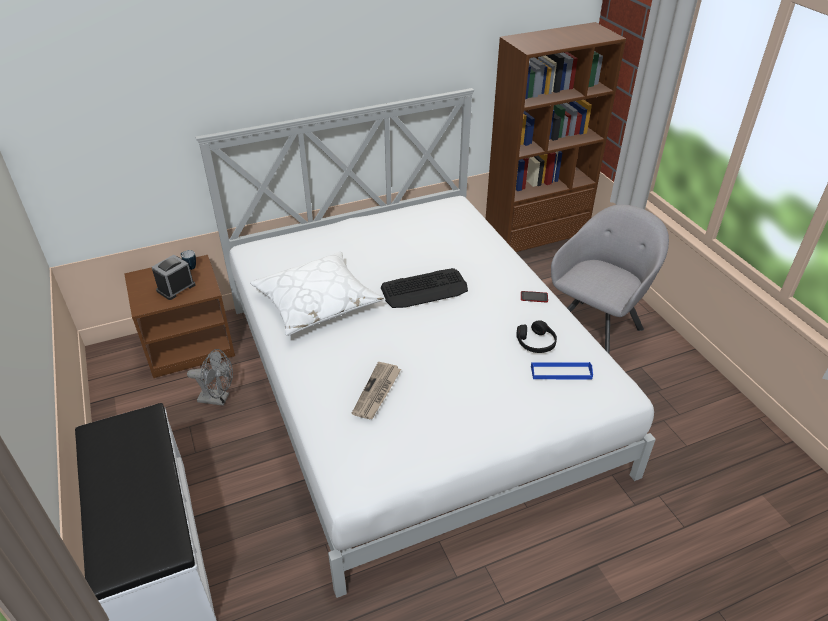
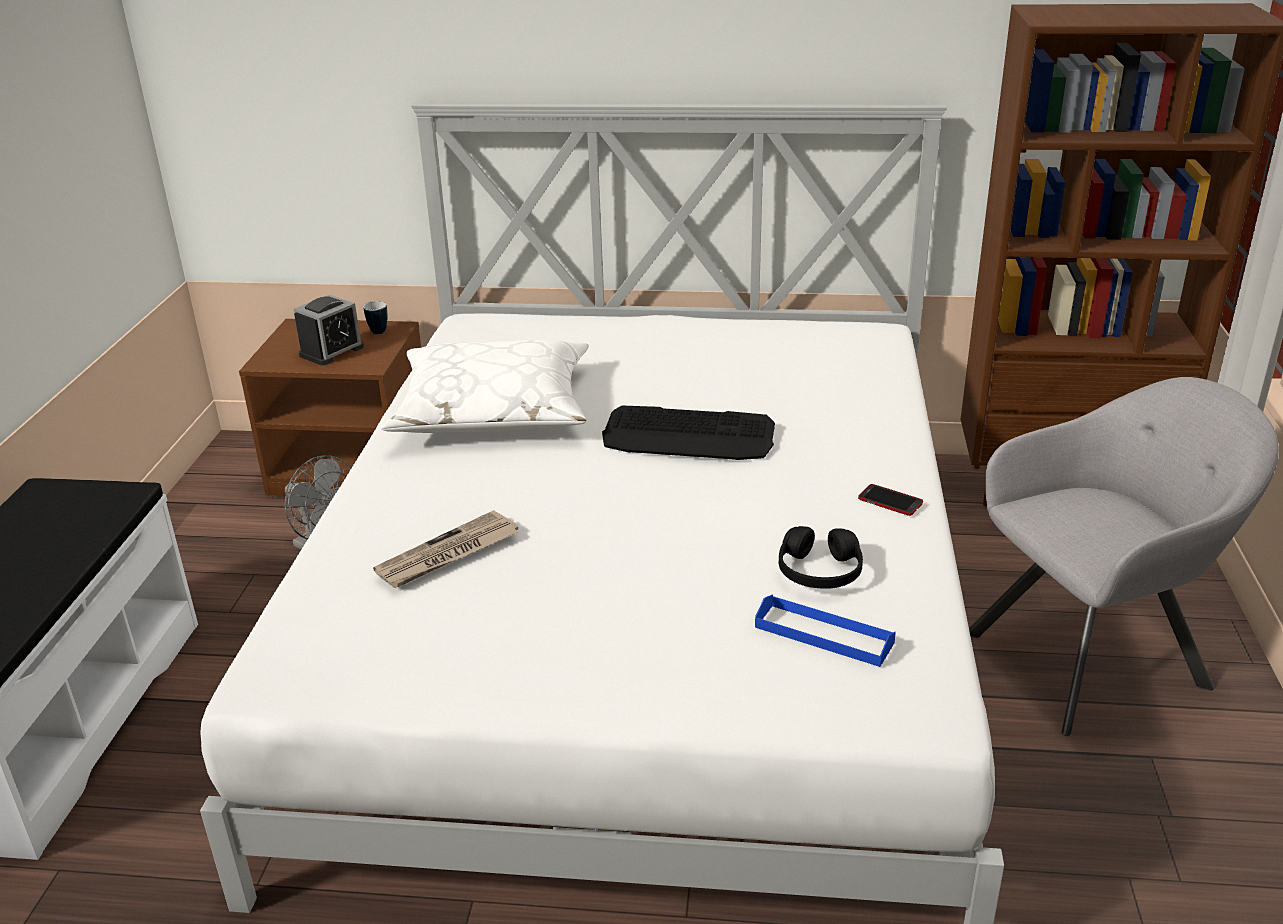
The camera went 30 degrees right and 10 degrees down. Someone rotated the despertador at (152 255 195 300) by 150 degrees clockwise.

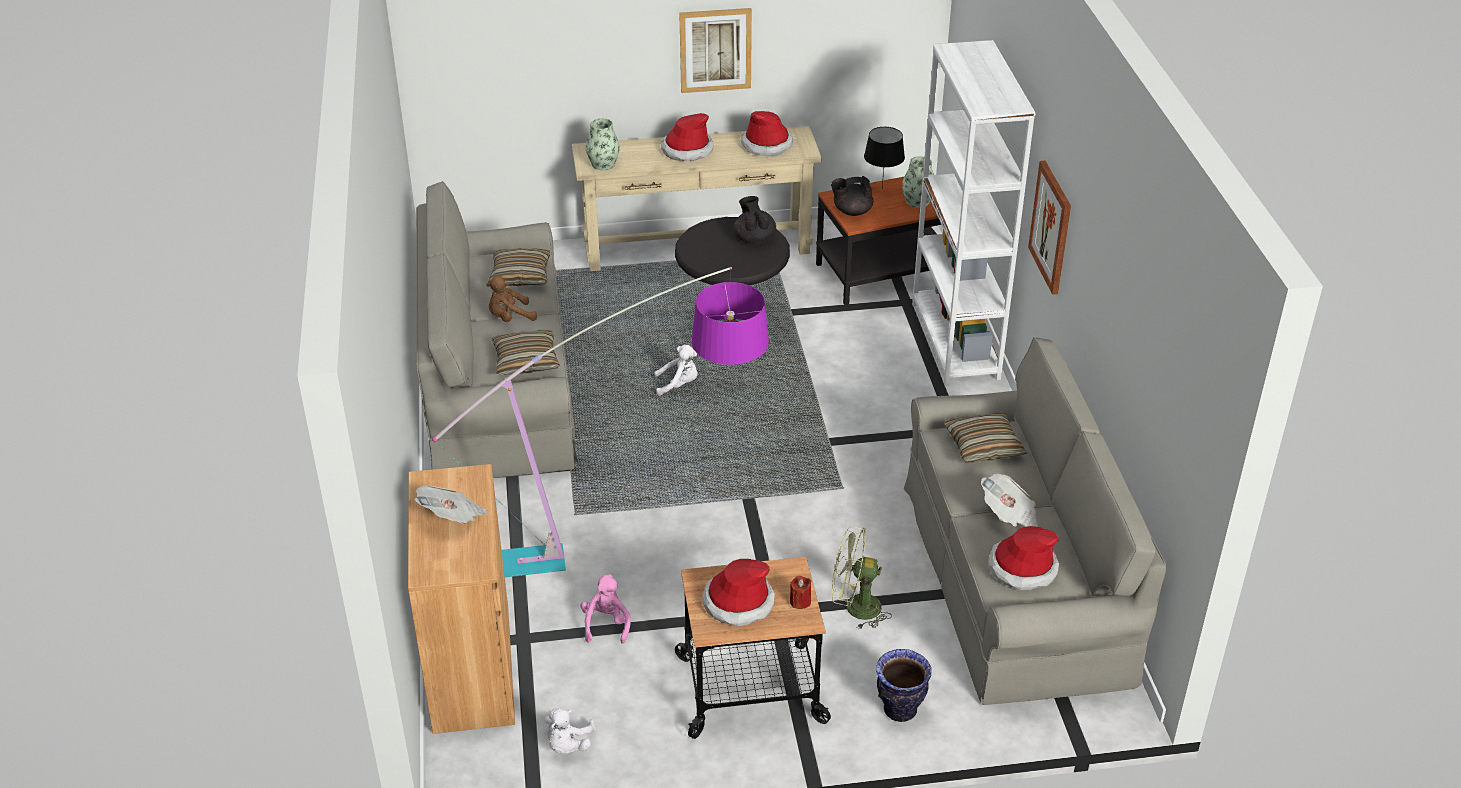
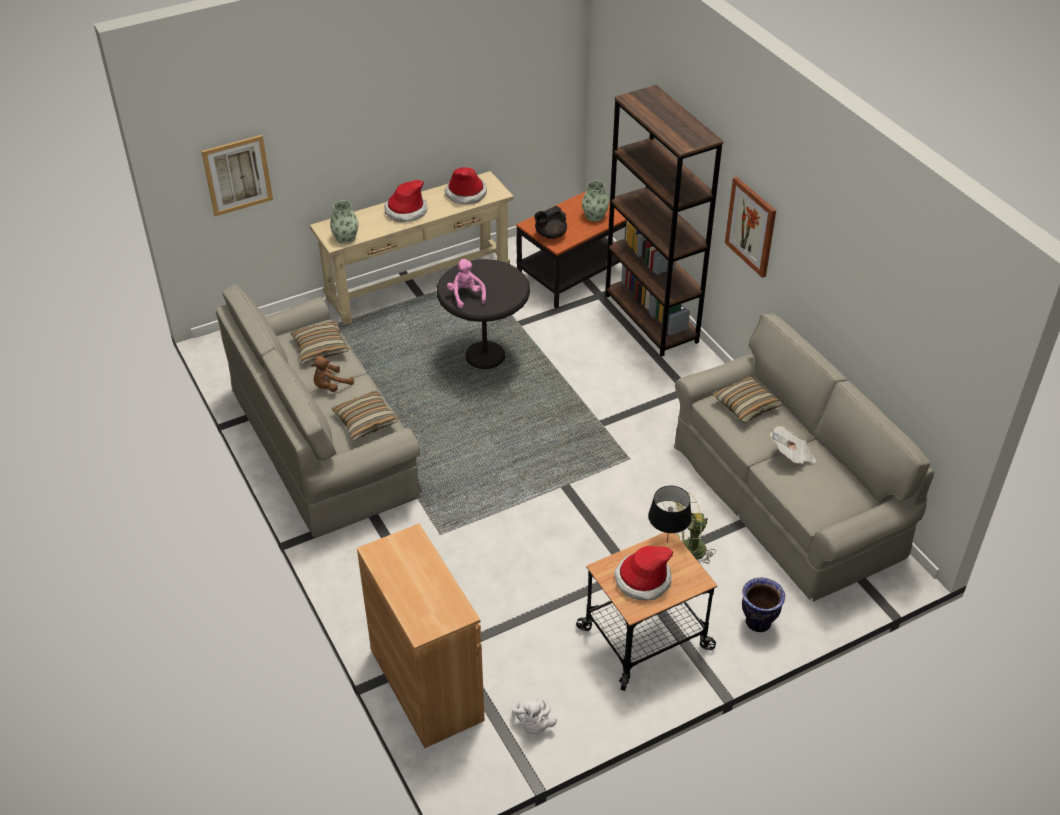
The camera went 20 degrees left and 5 degrees up. Someone took away the periódico at (414 485 488 524). Someone took away the lámpara de pie at (432 267 769 577). Someone took away the peluche/blanco at (654 345 698 396). Someone took away the tetera/negro at (734 196 776 244). Someone took away the vela/rojo at (790 576 812 609). Someone took away the sombrero at (988 526 1059 590). Someone carried the peluche/rosa from (580 574 631 644) to (447 259 486 308). Someone carried the cuadro from (679 8 752 93) to (201 135 273 216). Someone carried the lámpara de mesa/negro from (864 127 905 189) to (648 486 692 542). Someone repainted the estantería/blanco at (912 40 1035 385), which became the estantería/marrón at (605 85 723 357).

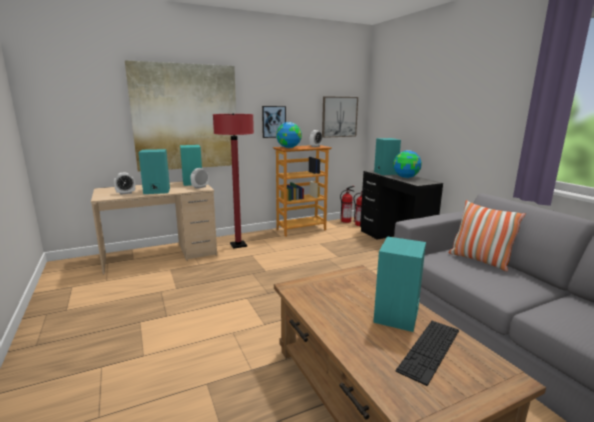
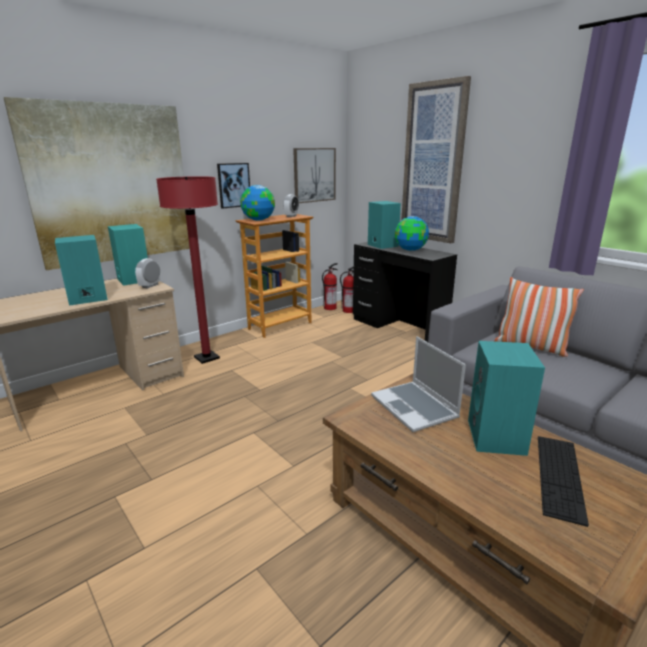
The camera went 15 degrees left and 5 degrees up. Someone took away the despertador at (114 172 135 195). Someone put down the portátil at (371 336 466 432). Someone put up the cuadro at (401 76 471 243).

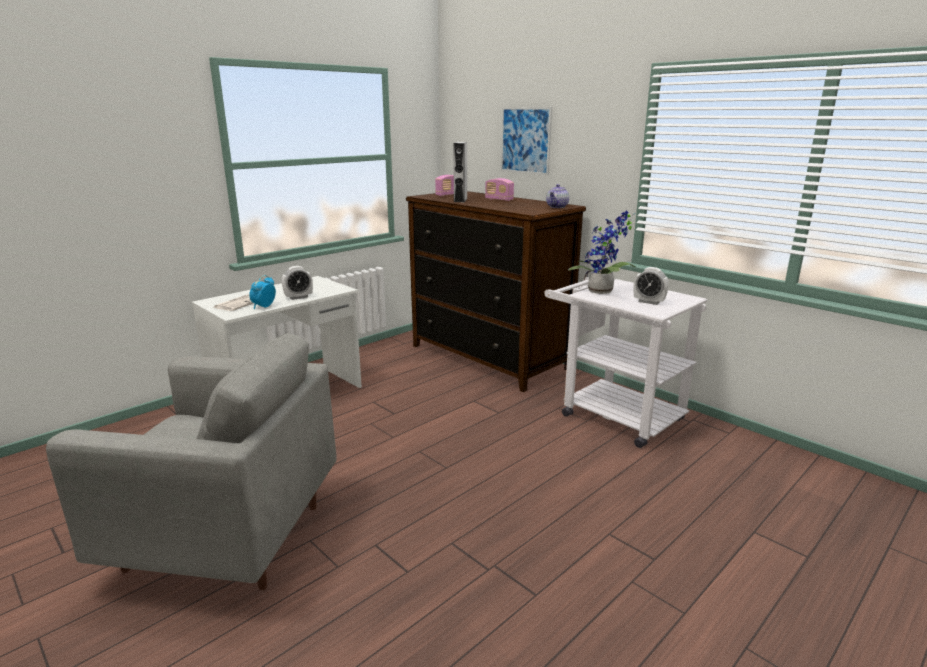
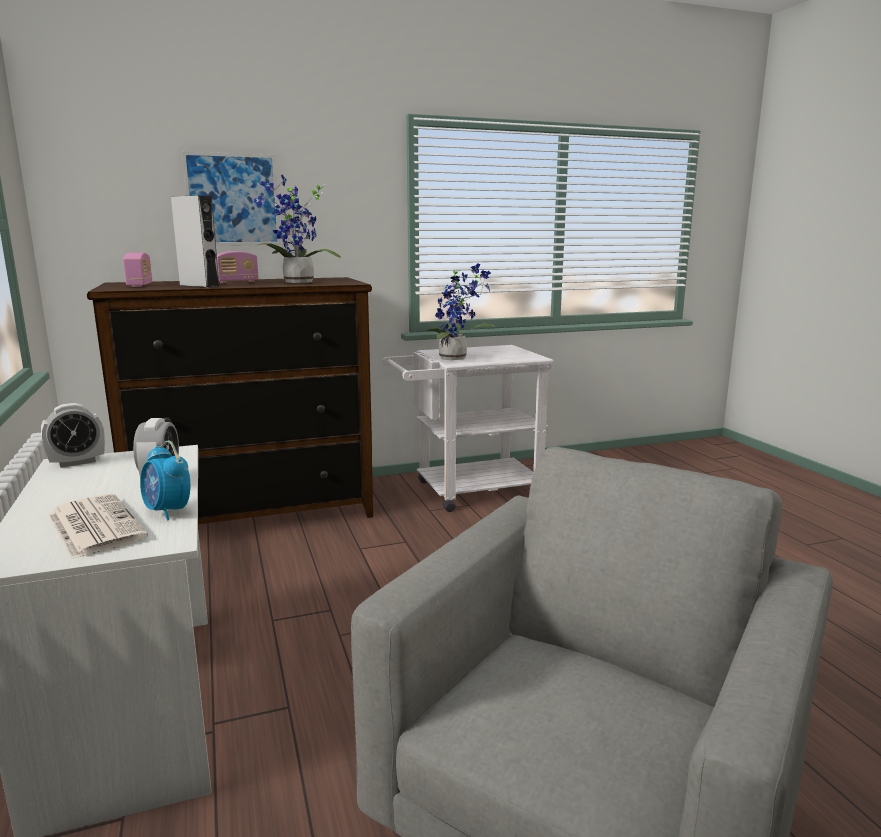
The camera went 65 degrees left and 5 degrees down. Someone took away the tetera at (546 184 569 208). Someone put down the planta en maceta at (254 174 341 283). Someone carried the despertador from (634 267 669 305) to (41 403 105 468).

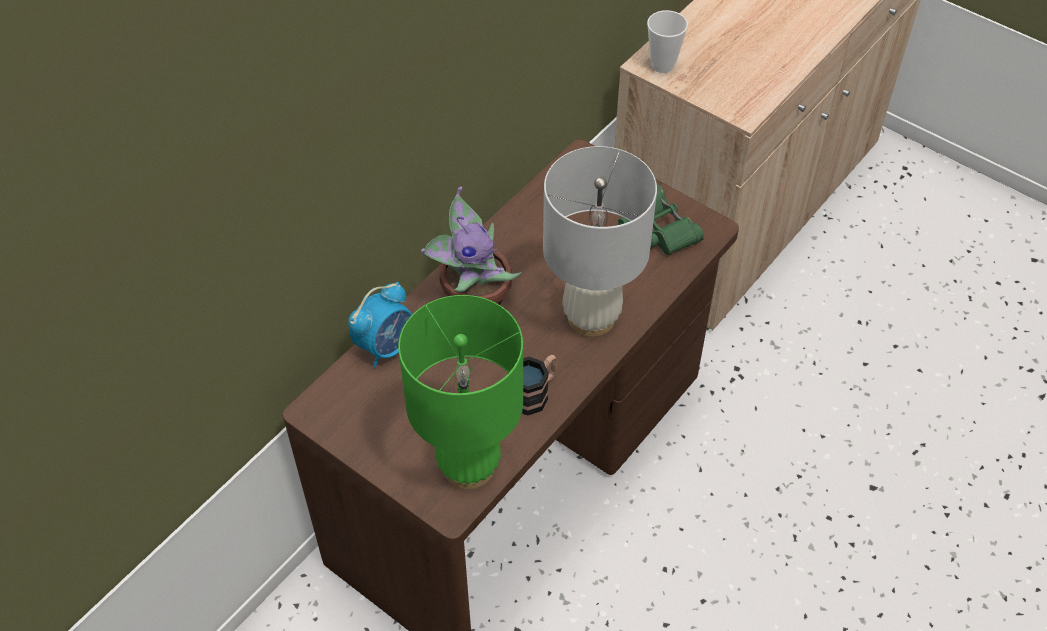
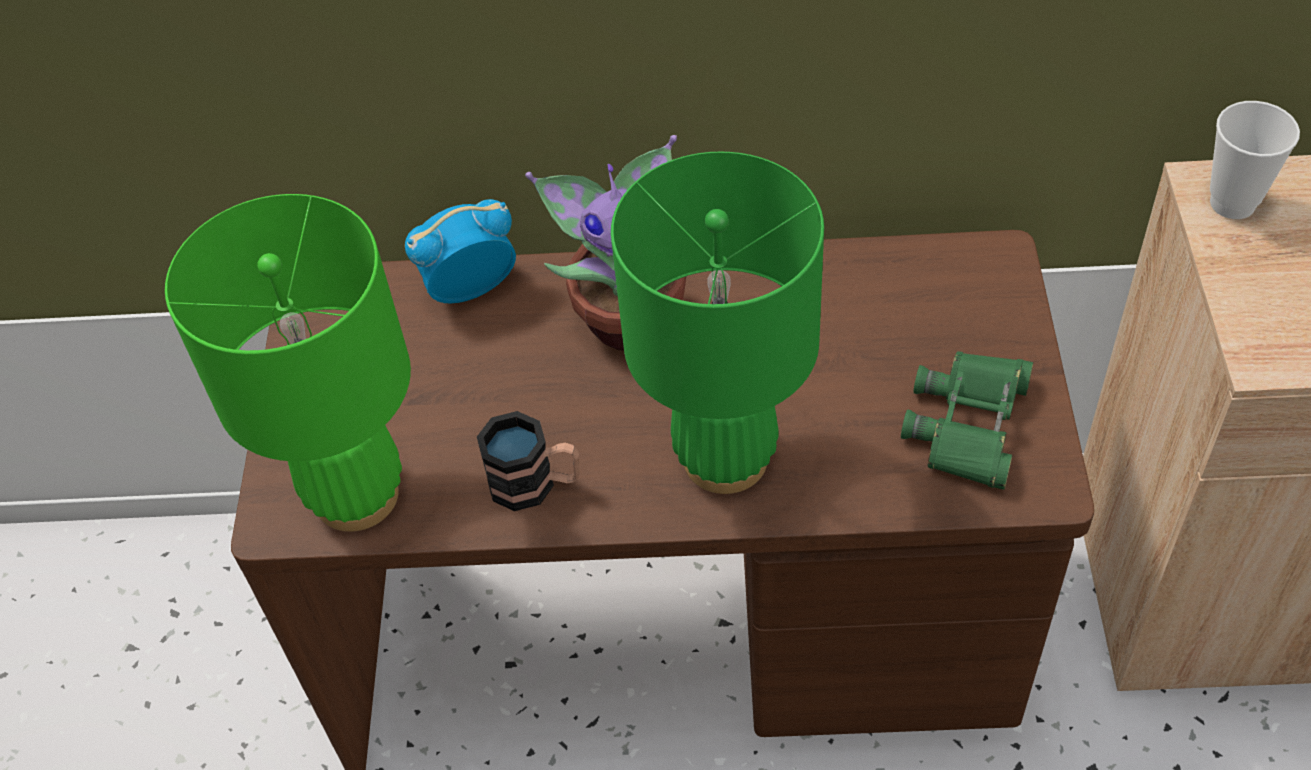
The camera went 55 degrees right and 0 degrees up. Someone repainted the lámpara de mesa/blanco at (543 146 657 337), which became the lámpara de mesa/verde at (611 152 824 494). Someone rotated the despertador at (348 282 412 368) by 150 degrees clockwise.

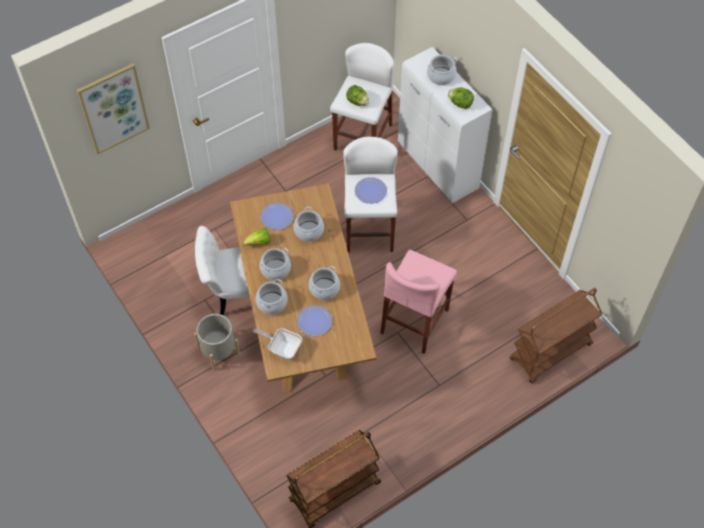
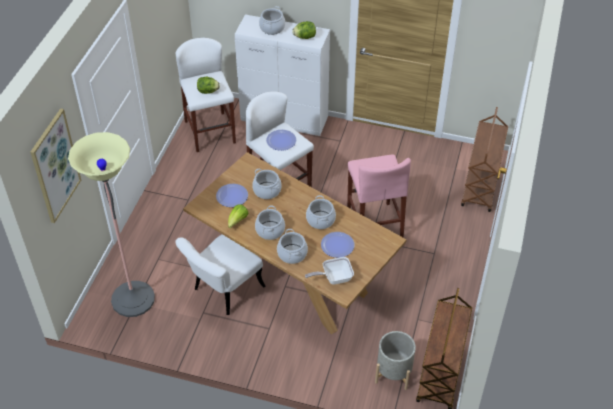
The camera went 40 degrees left and 10 degrees down. Someone put down the lámpara de pie at (68 132 155 317). Someone carried the maceta/gris from (194 314 240 371) to (375 331 416 390).

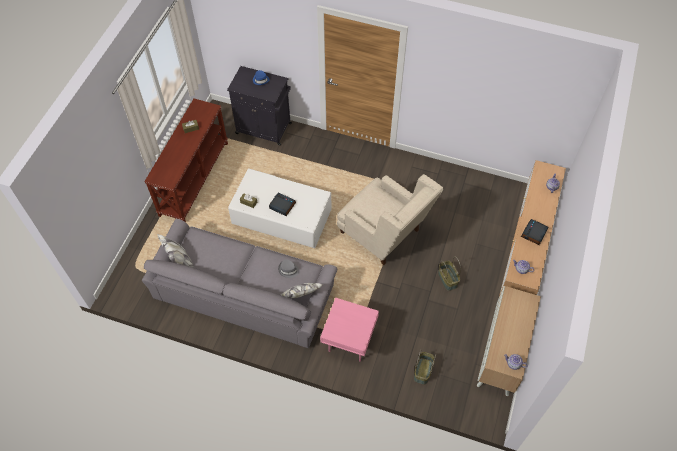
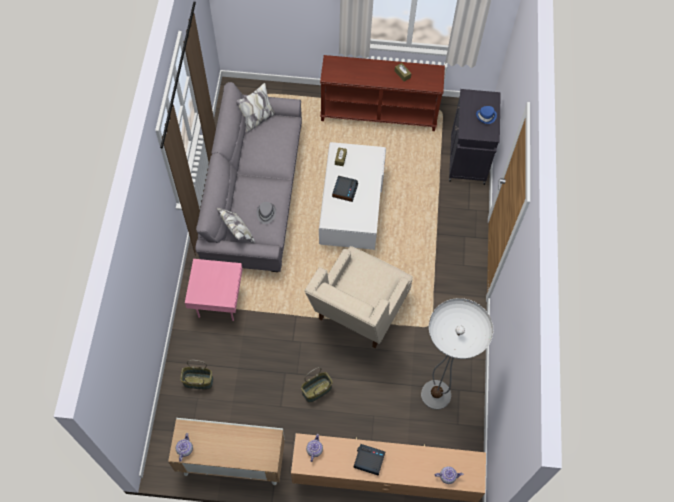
The camera went 75 degrees right and 5 degrees up. Someone put down the lámpara de pie at (421 298 493 410).

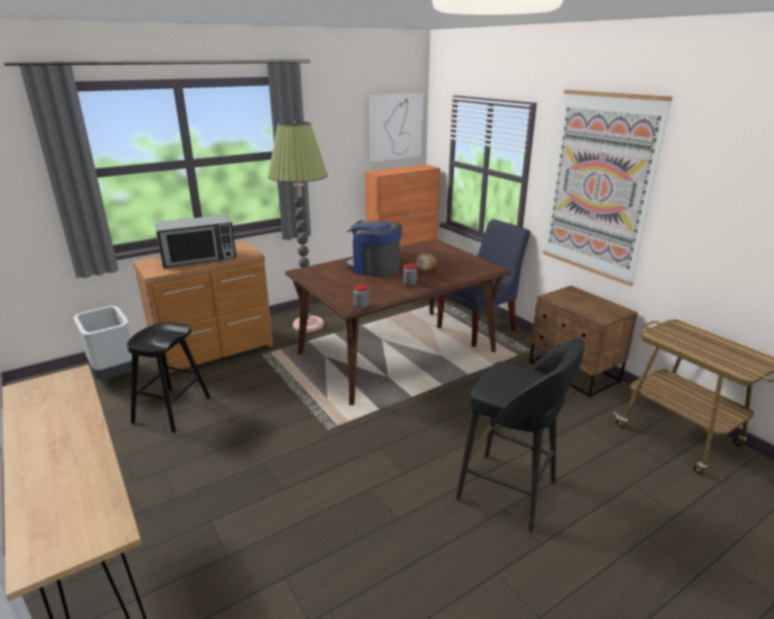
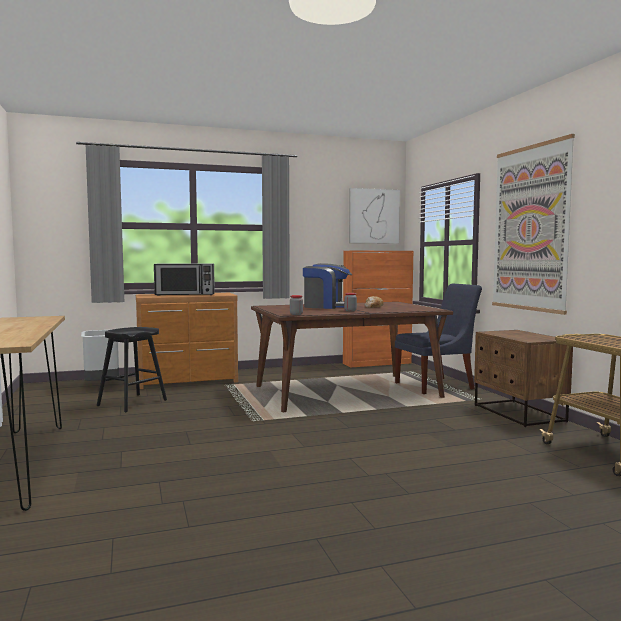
The camera went 15 degrees right and 20 degrees down. Someone took away the lámpara de pie at (268 121 328 332). Someone took away the taburete/negro at (456 338 584 532). Someone rotated the cafetera at (345 220 402 277) by 150 degrees clockwise.

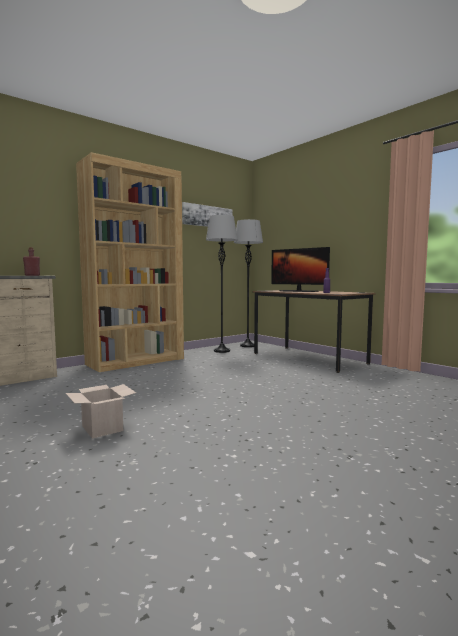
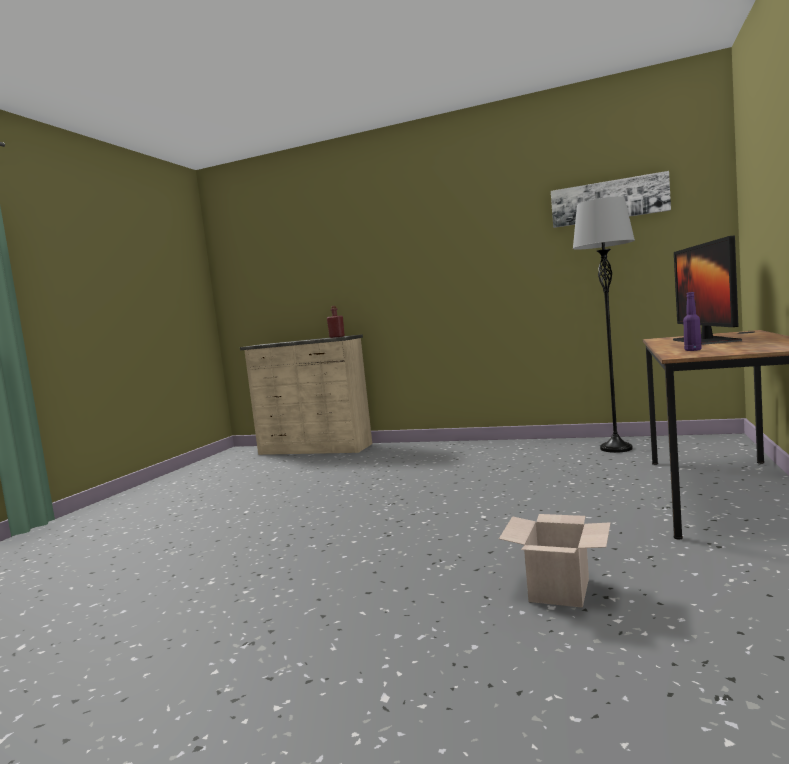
The camera went 60 degrees right and 0 degrees up. Someone took away the estantería/marrón at (76 152 184 372). Someone took away the lámpara de pie/gris at (234 219 263 347). Someone carried the caja de cartón from (66 384 136 439) to (499 514 610 608).

